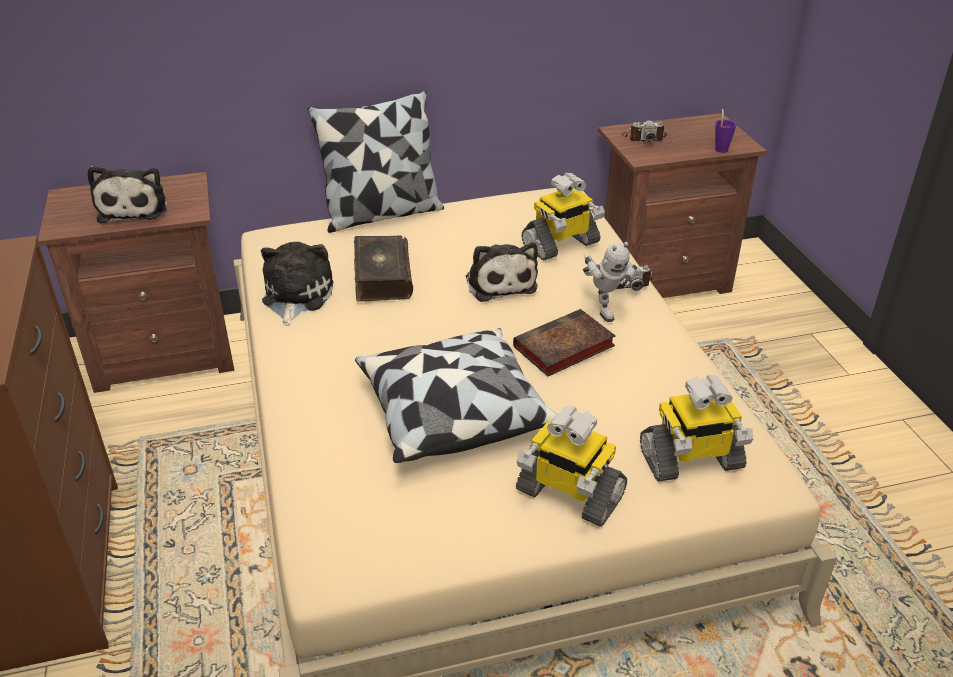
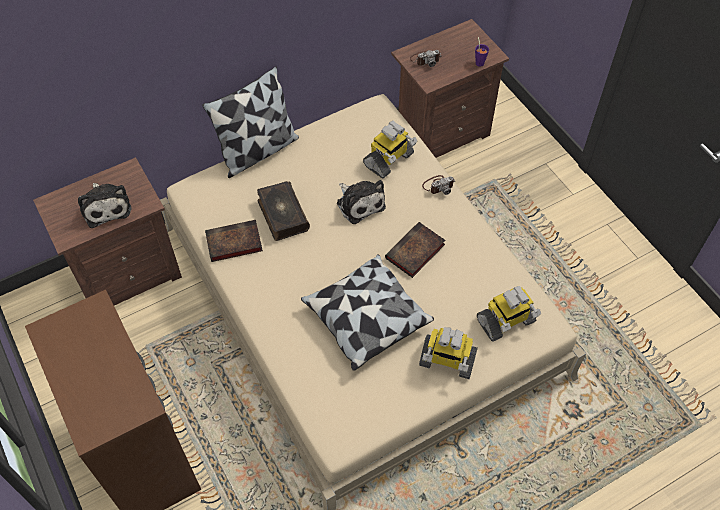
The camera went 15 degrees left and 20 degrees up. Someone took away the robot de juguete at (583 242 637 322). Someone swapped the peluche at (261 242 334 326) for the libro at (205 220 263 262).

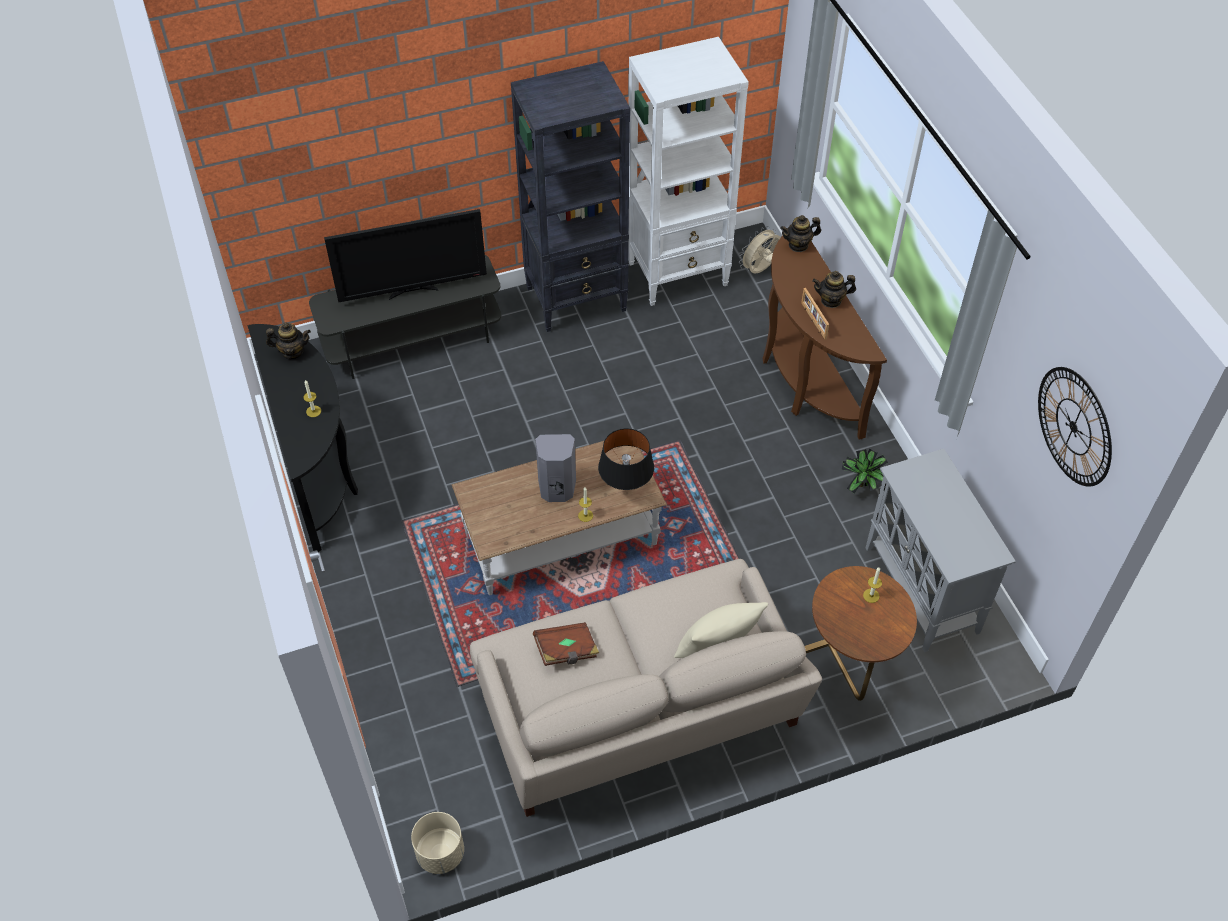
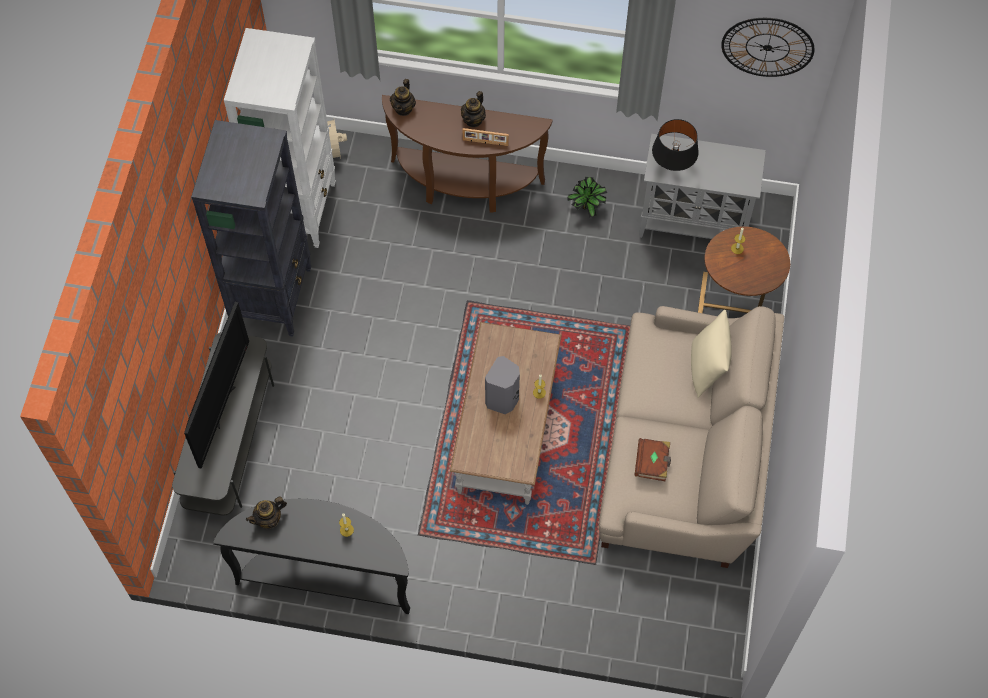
The camera went 60 degrees left and 10 degrees up. Someone took away the maceta/beis at (411 812 464 874). Someone carried the lámpara de mesa/negro from (598 428 654 490) to (652 119 699 171). Someone rotated the tetera at (266 322 311 359) by 150 degrees counterclockwise.

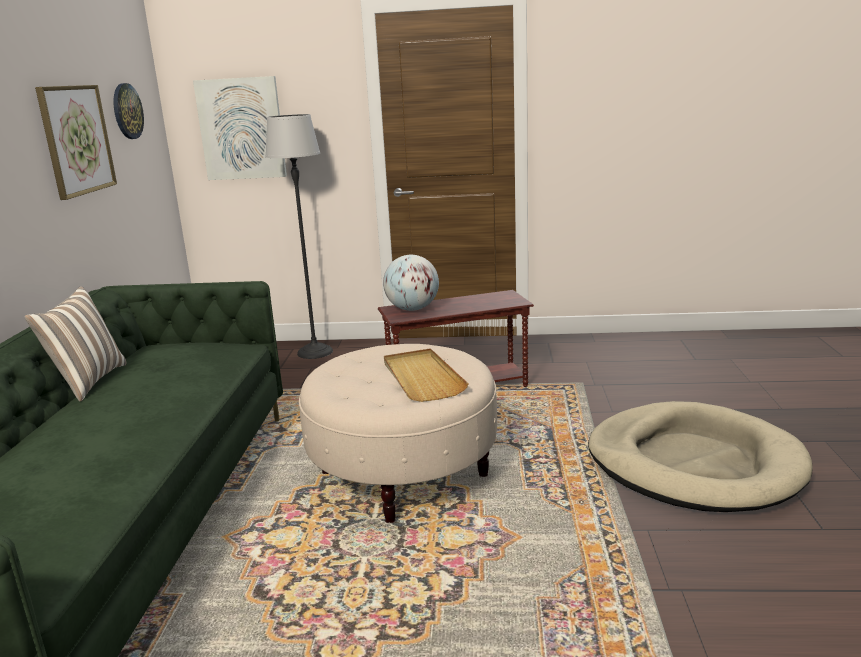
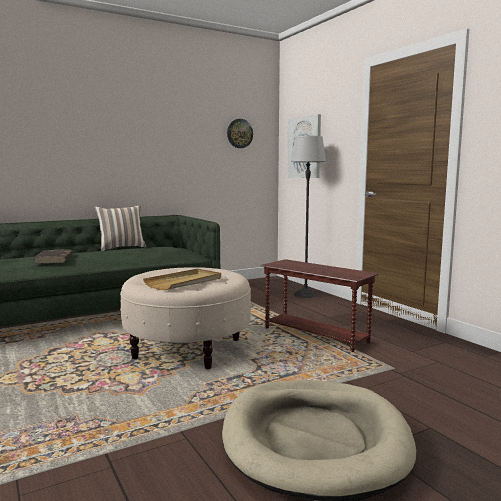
The camera went 55 degrees right and 10 degrees down. Someone took away the cuadro at (35 85 117 200). Someone took away the globo terráqueo at (383 255 439 311). Someone put down the libro/marrón at (34 249 73 264).

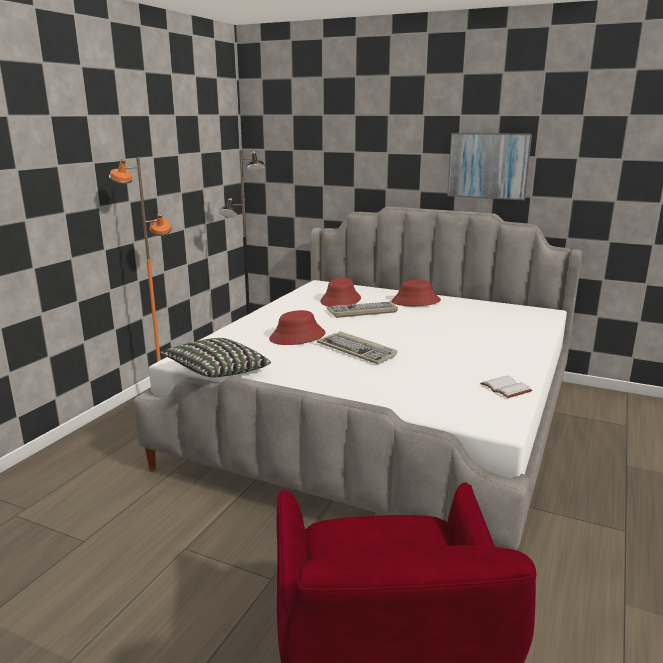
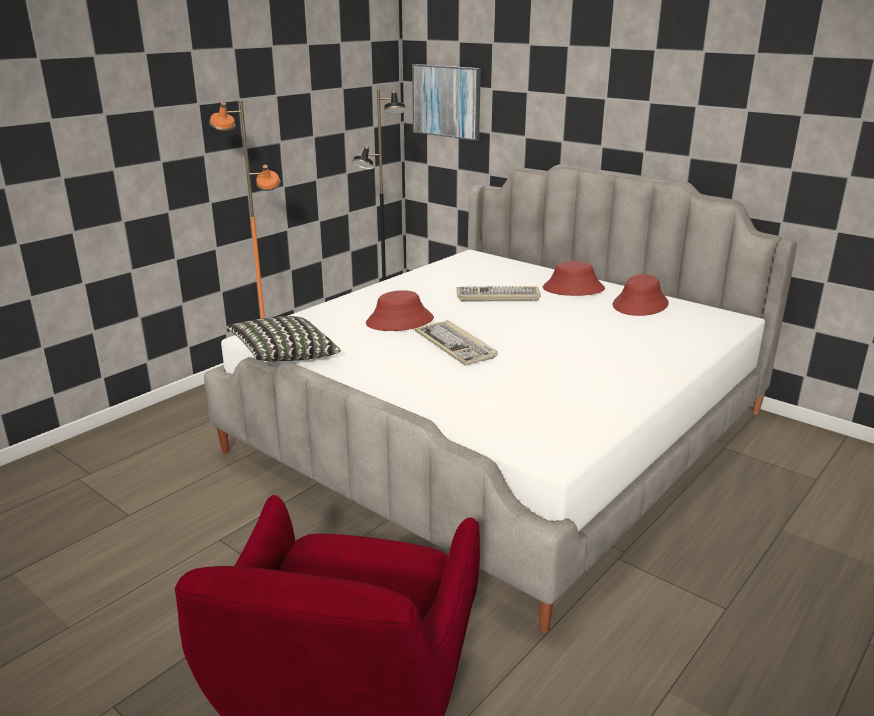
The camera went 15 degrees right and 5 degrees up. Someone took away the libro/blanco at (480 375 533 398). Someone carried the sombrero/rojo from (320 278 361 307) to (613 275 669 316). Someone carried the cuadro from (447 133 532 200) to (412 64 481 141).

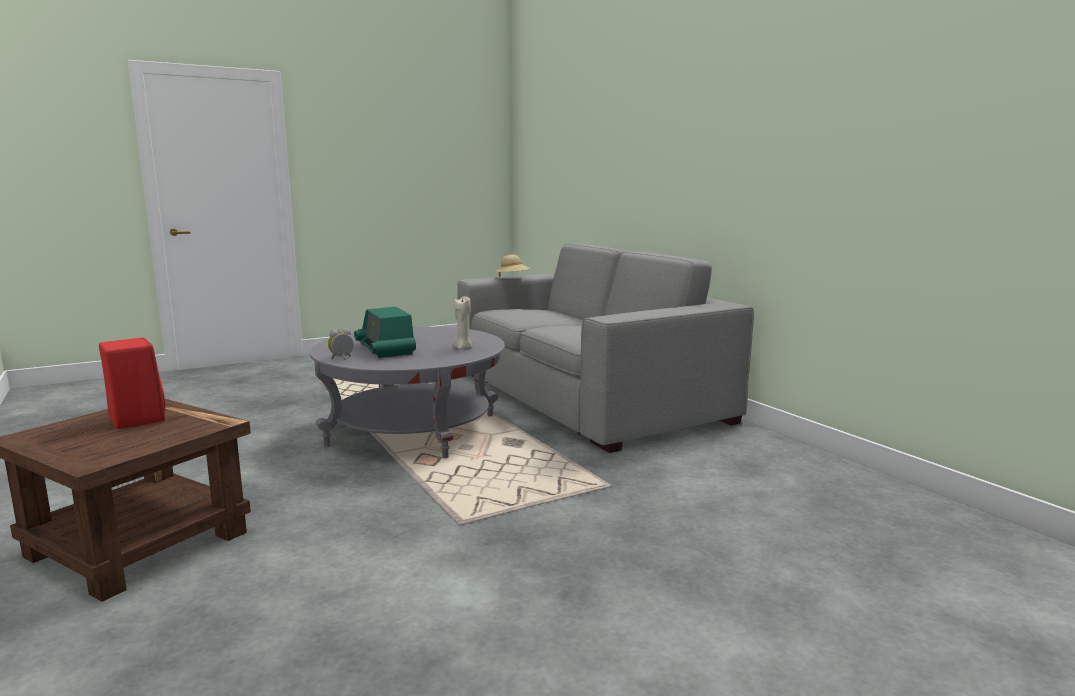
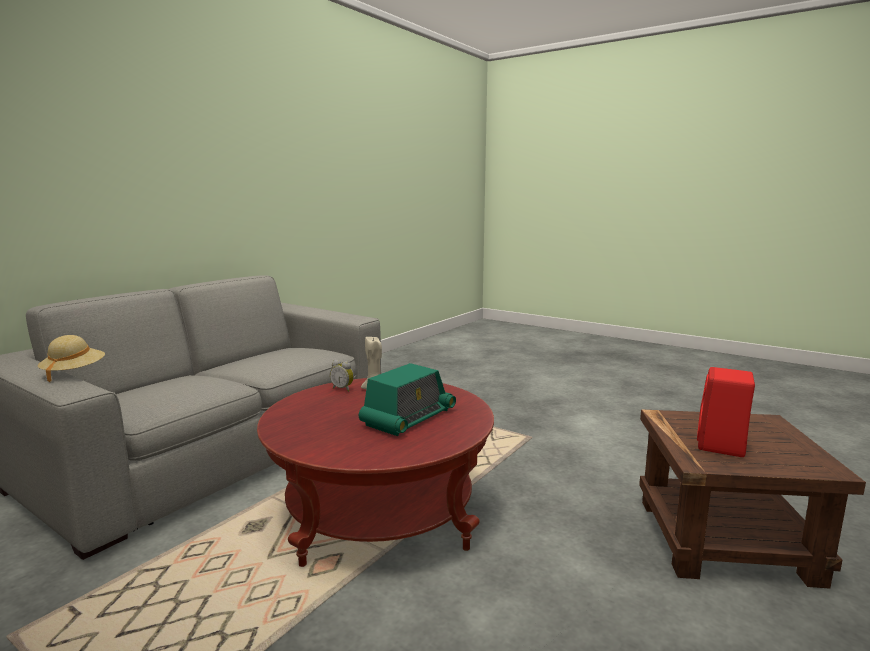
The camera went 115 degrees left and 0 degrees up. Someone carried the despertador from (328 328 354 360) to (330 360 354 392). Someone repainted the mesa de centro/gris at (310 326 505 458), which became the mesa de centro/rojo at (257 378 494 567).

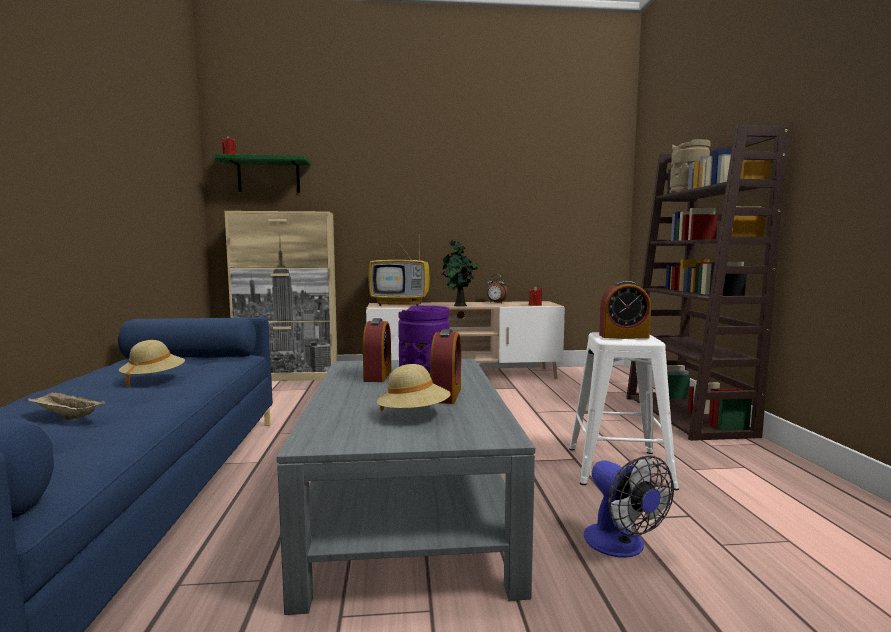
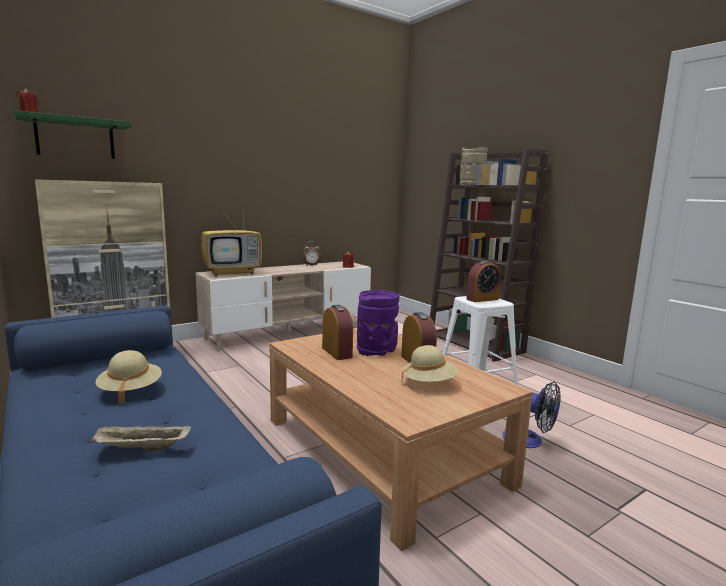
The camera went 30 degrees left and 5 degrees up. Someone took away the planta en maceta at (441 240 479 307). Someone repainted the mesa de centro/gris at (277 359 535 615), which became the mesa de centro/marrón at (269 328 533 551).

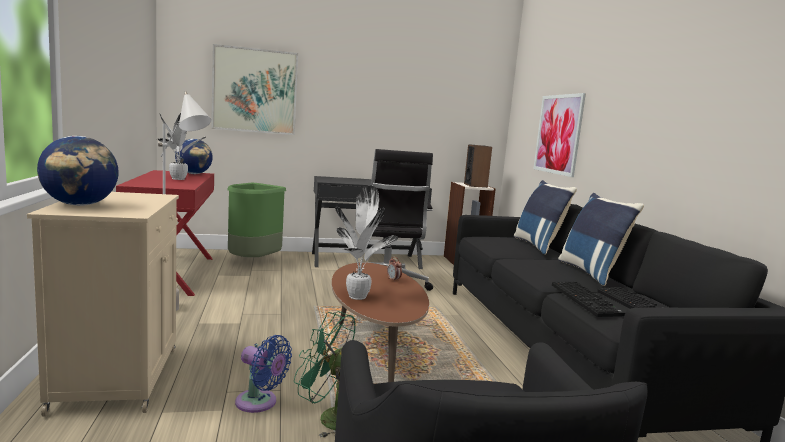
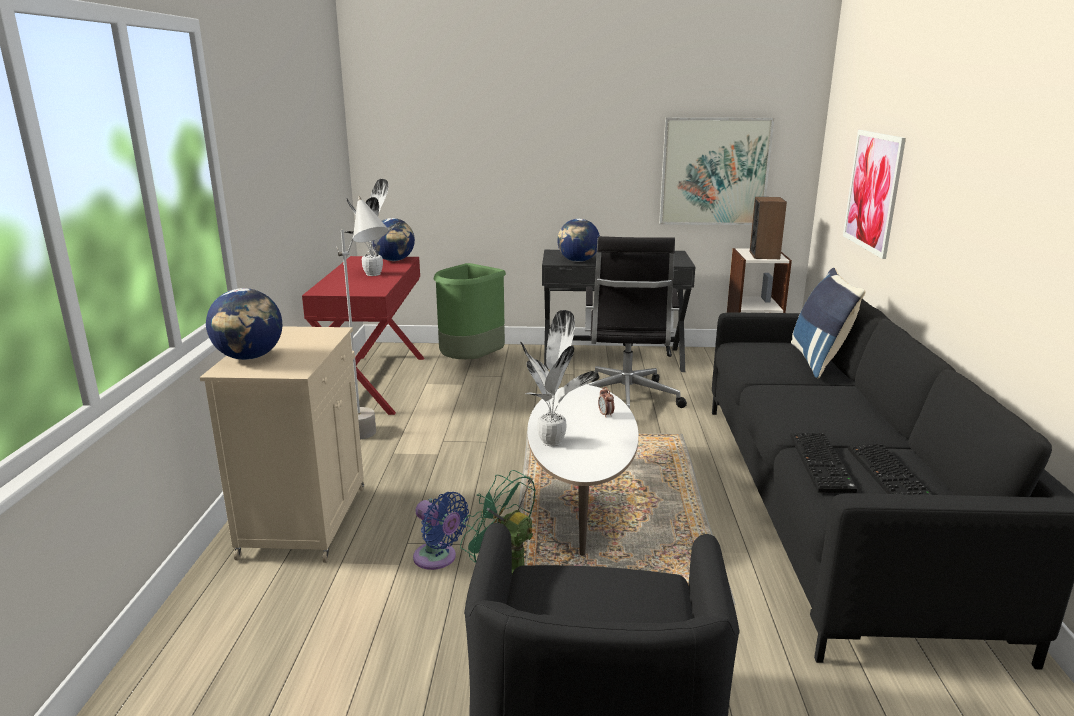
The camera went 15 degrees right and 10 degrees up. Someone took away the cojín/azul at (558 193 644 286). Someone put down the globo terráqueo at (557 219 600 262). Someone carried the cuadro from (211 44 298 135) to (659 117 774 225). Someone repainted the mesa de centro/marrón at (331 262 429 382), which became the mesa de centro/blanco at (527 385 639 555).

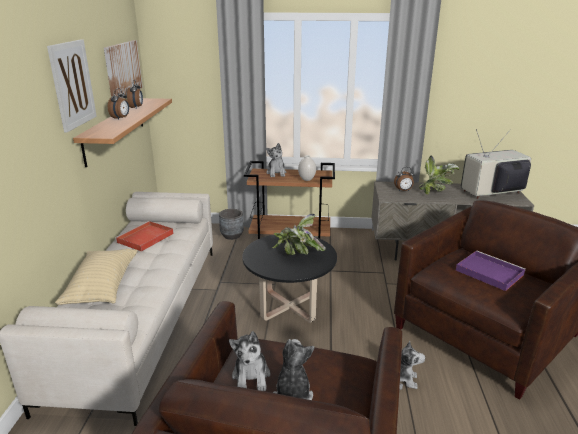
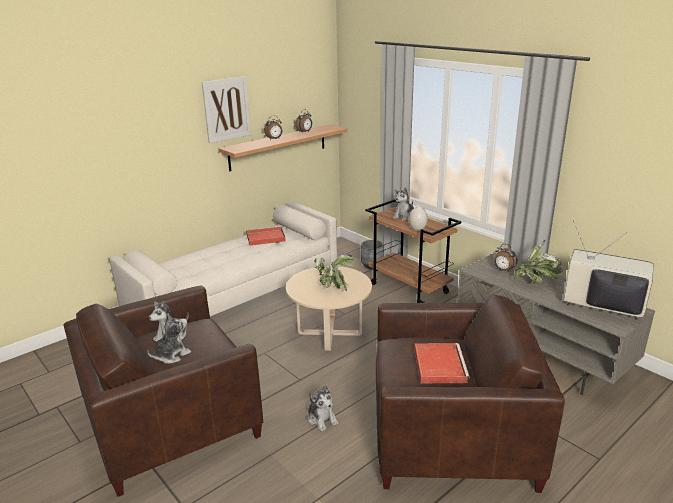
The camera went 45 degrees right and 0 degrees up. Someone took away the cojín/beis at (55 249 138 305). Someone took away the cuadro at (104 40 143 98). Someone repainted the mesa de centro/negro at (242 235 337 323), which became the mesa de centro/beis at (286 266 372 351). Someone repainted the bandeja/morado at (456 251 526 291), which became the bandeja/rojo at (414 343 470 383).

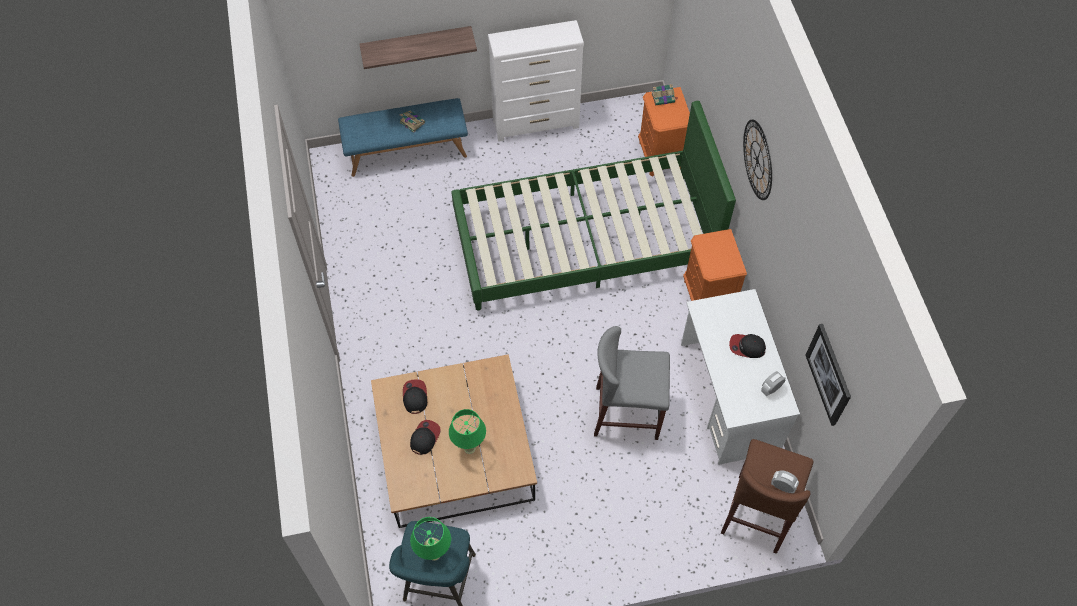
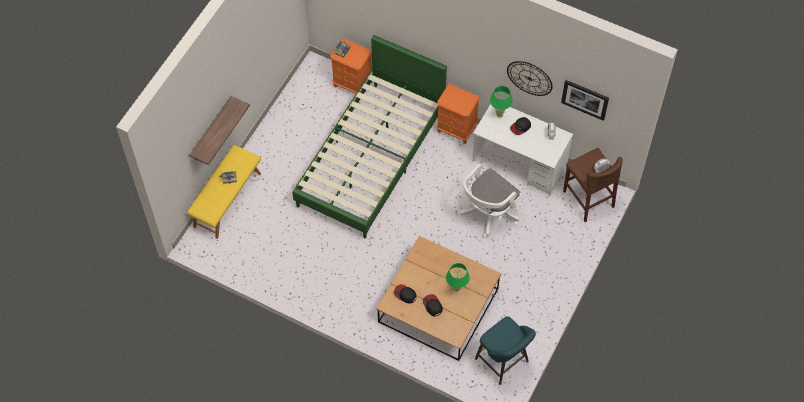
The camera went 50 degrees left and 0 degrees up. Someone took away the cómoda/blanco at (488 20 584 142). Someone carried the lámpara de mesa/verde from (410 517 451 561) to (490 86 512 118). Someone carried the reloj de pared from (743 119 772 200) to (507 61 553 96). Someone swapped the taburete/gris at (594 326 670 440) for the silla de oficina/blanco at (459 164 521 238). Someone repainted the banco/azul at (338 98 468 177), which became the banco/amarillo at (187 145 261 239).

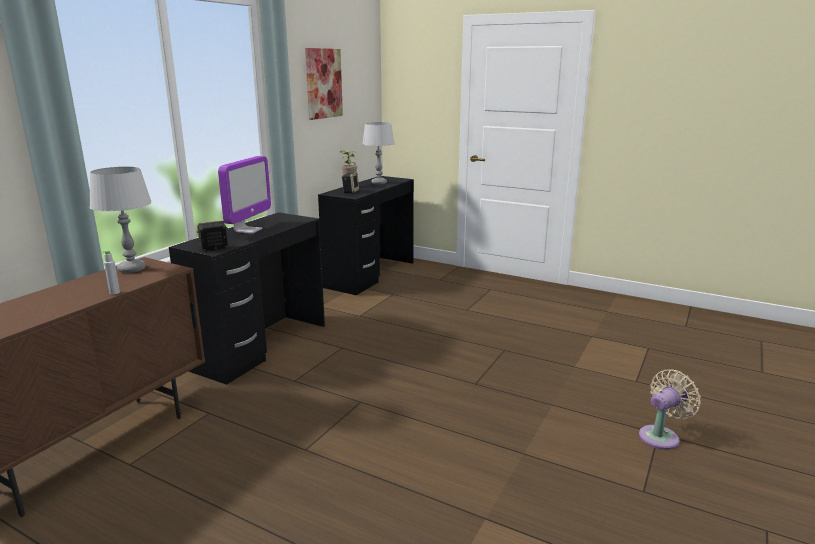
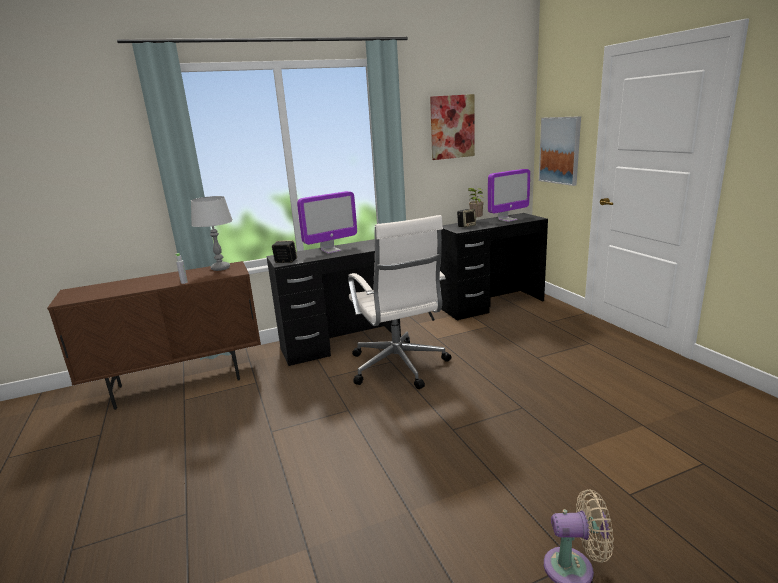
The camera went 40 degrees right and 0 degrees up. Someone put down the silla de oficina/blanco at (348 215 451 389). Someone put up the cuadro at (539 116 581 186). Someone swapped the lámpara de mesa/gris at (362 122 395 184) for the monitor at (488 169 530 222).

